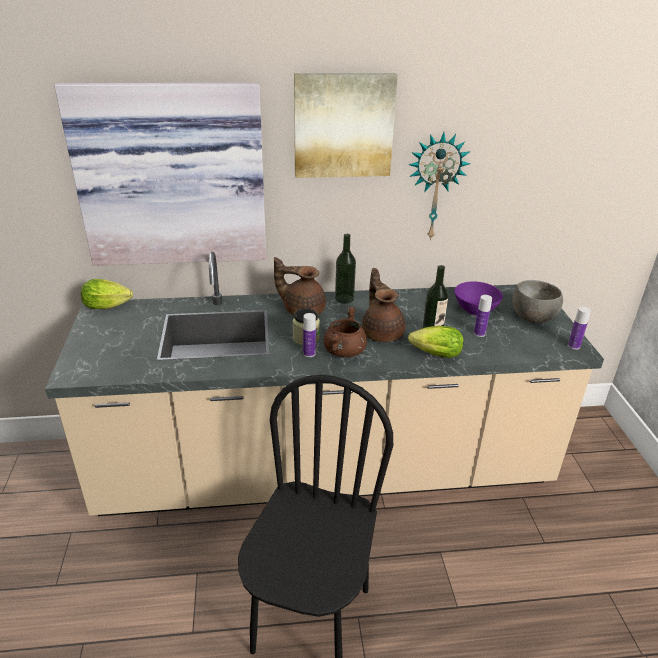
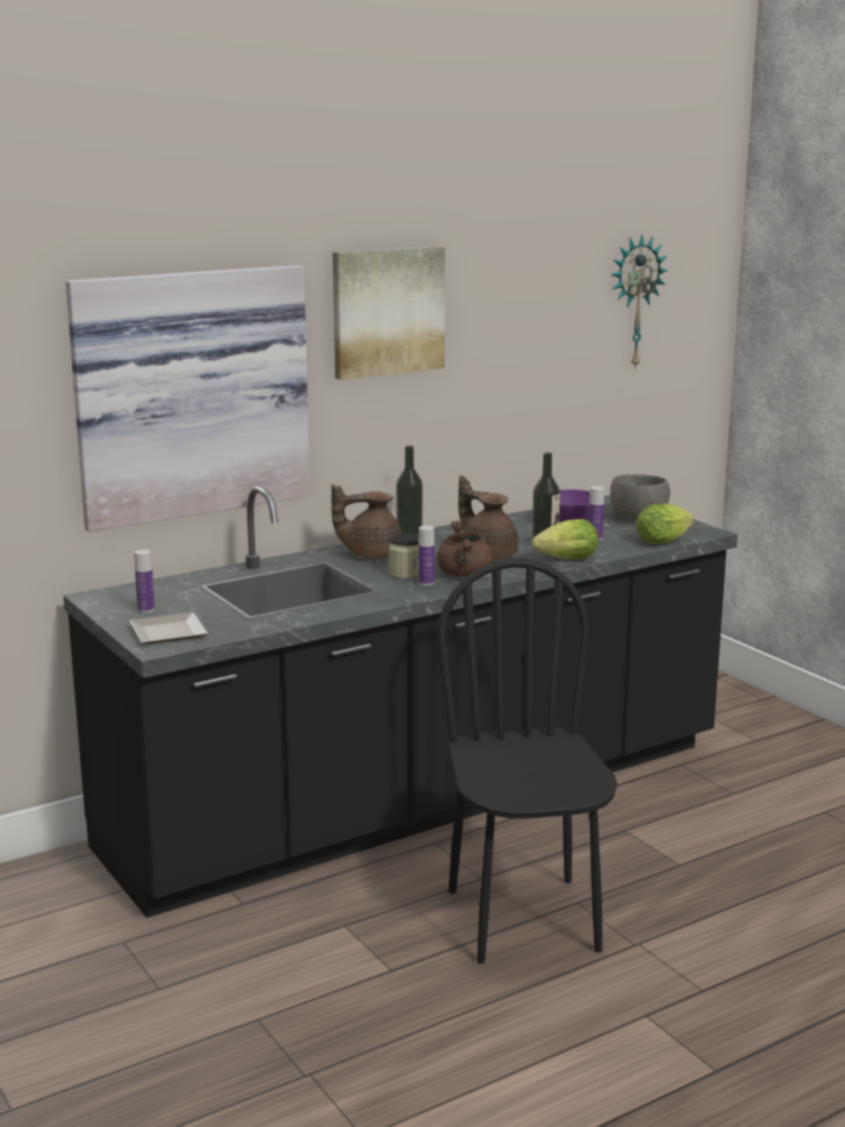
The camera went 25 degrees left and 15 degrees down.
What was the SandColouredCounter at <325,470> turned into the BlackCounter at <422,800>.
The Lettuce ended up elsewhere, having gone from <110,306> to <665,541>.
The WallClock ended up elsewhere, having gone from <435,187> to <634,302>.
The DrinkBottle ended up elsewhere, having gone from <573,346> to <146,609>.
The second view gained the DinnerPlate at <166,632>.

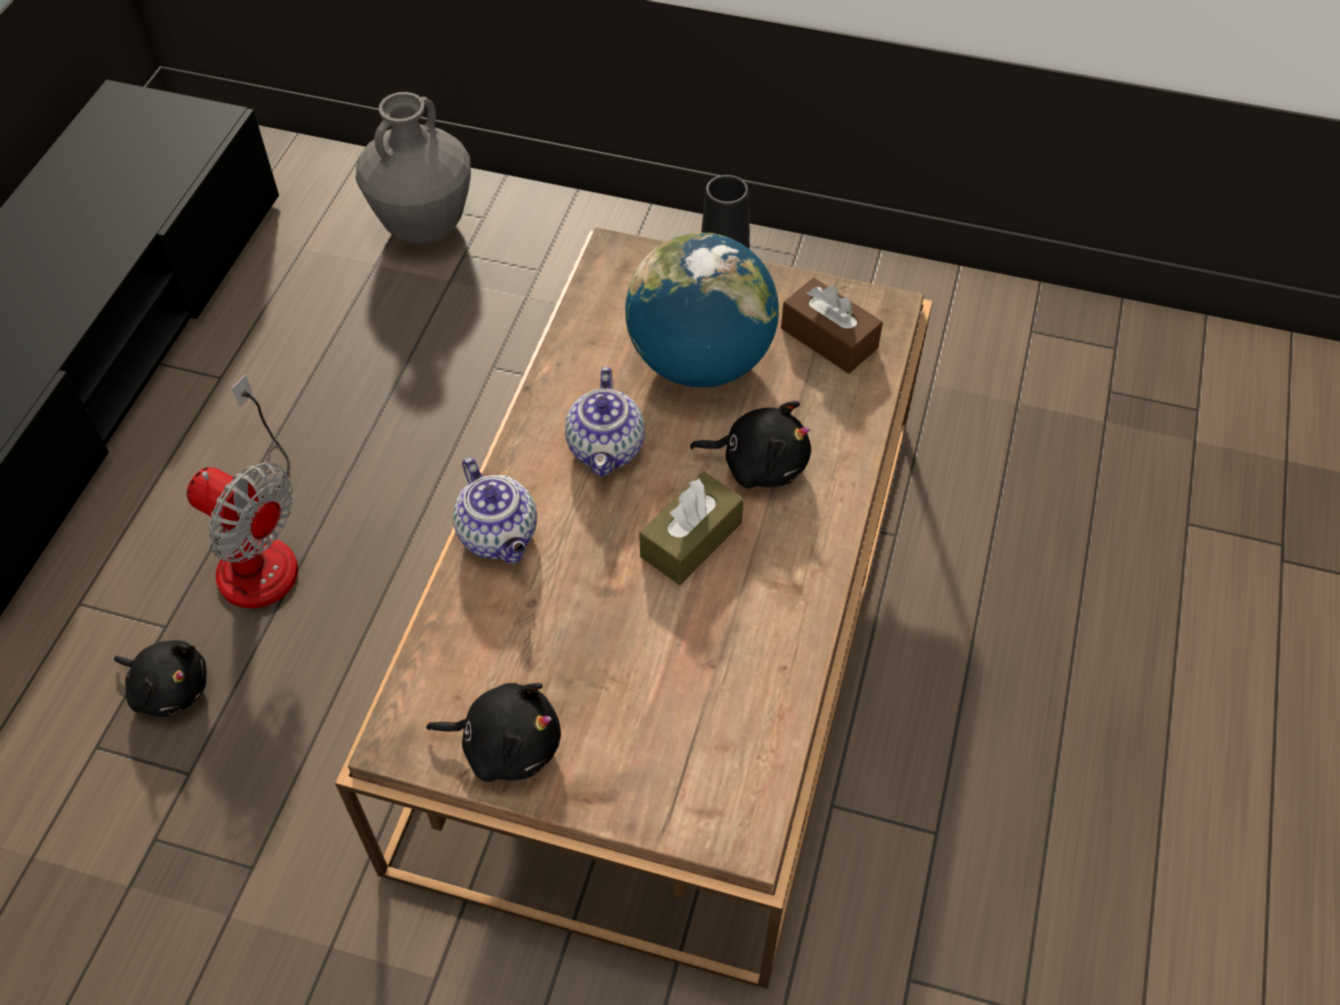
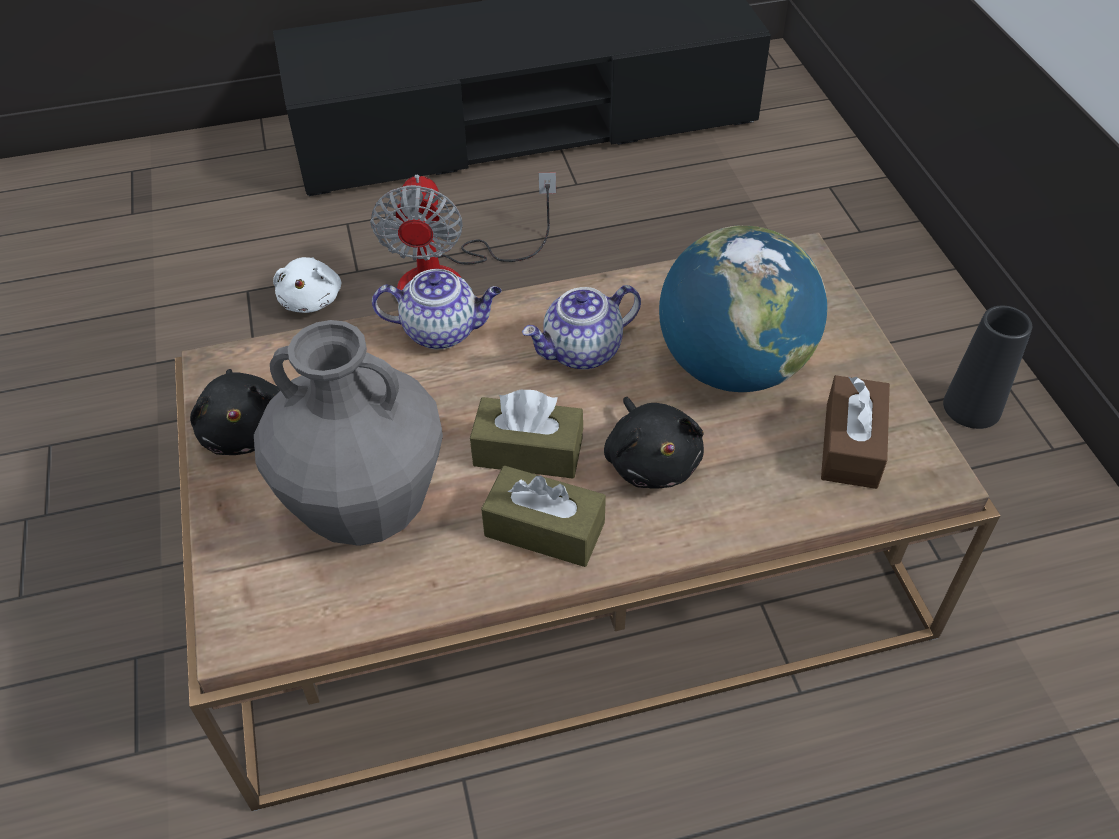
The camera went 60 degrees right and 5 degrees down.
What was the BlackSoftToy at <169,688> turned into the WhitishSoftToy at <312,299>.
The GreyFlowerVase ended up elsewhere, having gone from <424,228> to <365,510>.
The PotForTea at <500,536> ended up facing another way, 120 degrees counterclockwise from before.
The second view gained the BrownishBoxOfTissues at <544,529>.

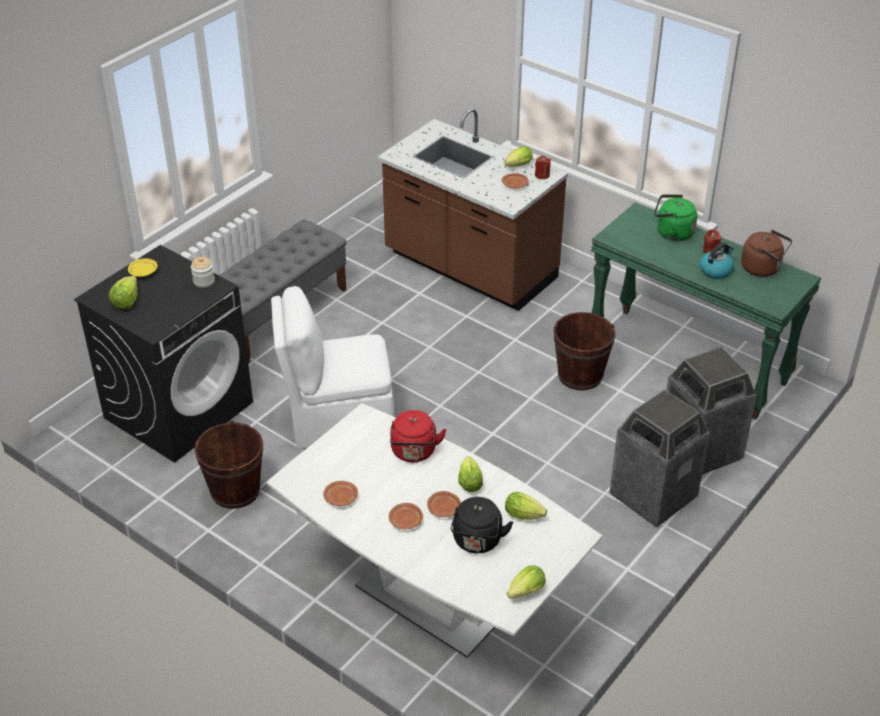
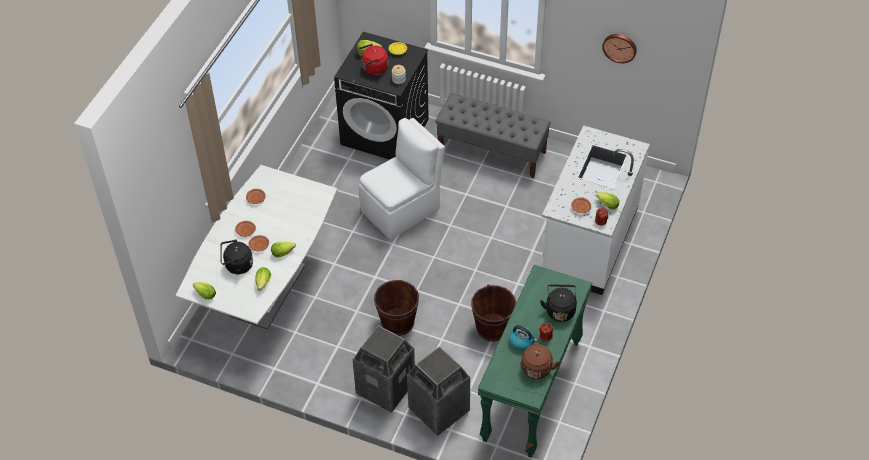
The camera went 75 degrees right and 10 degrees up.
The BrownishWaterBucket ended up elsewhere, having gone from <235,491> to <397,322>.
The WhitishPlainChair at <338,420> ended up facing another way, 75 degrees clockwise from before.
What was the BrownishCounter at <469,268> turned into the WhitishCounter at <589,240>.
The RedColouredWaterKettle ended up elsewhere, having gone from <414,452> to <373,69>.
What was the GreenColouredWaterKettle at <672,233> turned into the BlackWaterKettle at <560,310>.
The second view gained the WallClock at <620,47>.

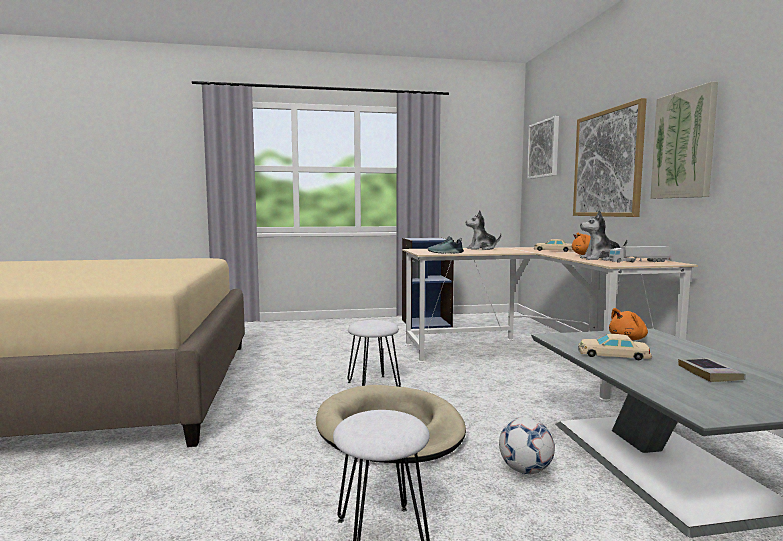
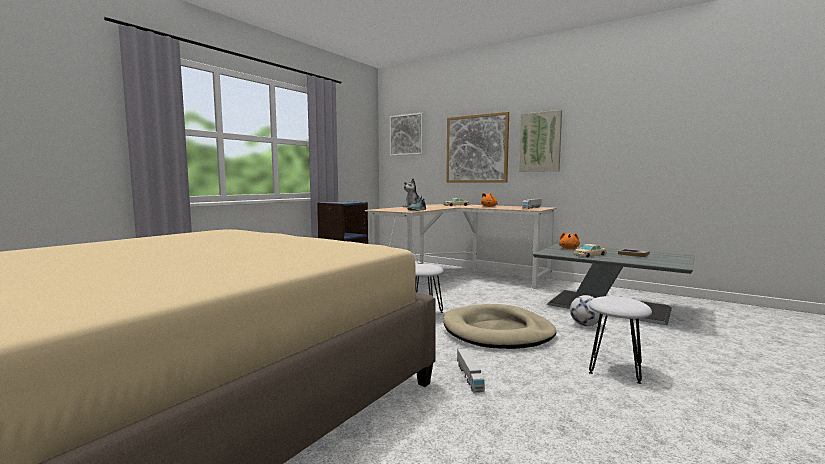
The camera went 45 degrees left and 0 degrees up.
The second view lost the SoftToy at <601,259>.
The second view gained the ToyLorry at <469,377>.

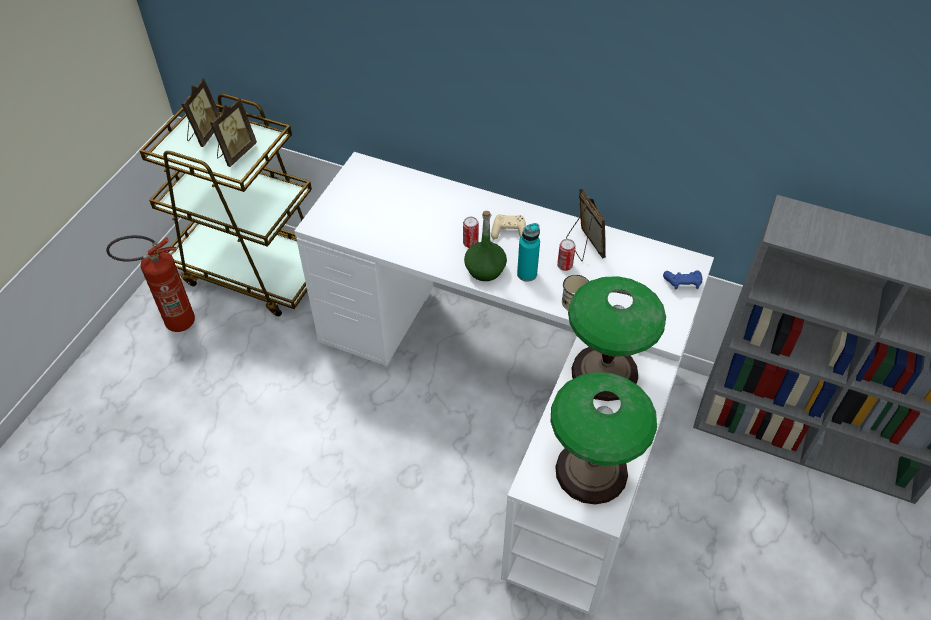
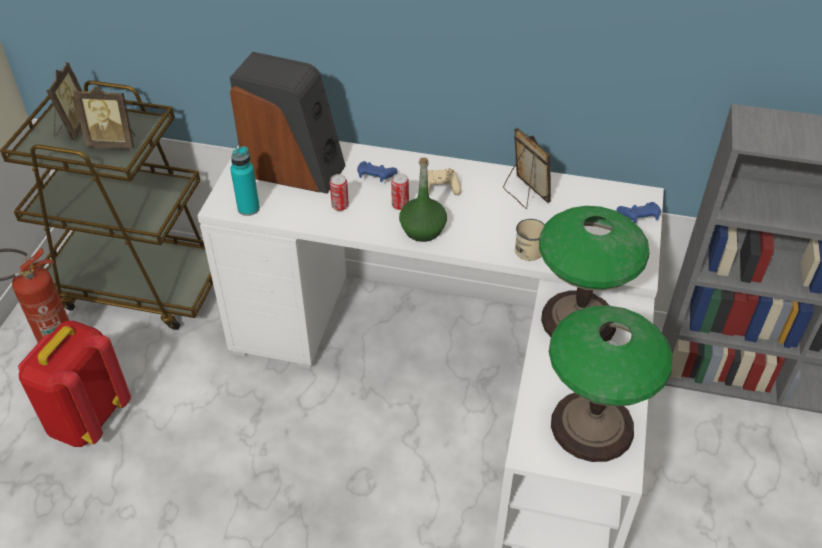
The camera went 10 degrees left and 5 degrees down.
The PhotoFrame at <236,153> ended up facing another way, 75 degrees clockwise from before.
The TurquoiseColouredDrinkBottle ended up elsewhere, having gone from <527,274> to <248,208>.
The Can ended up elsewhere, having gone from <564,266> to <340,206>.
The second view gained the RedColouredRucksack at <87,418>.
The second view gained the AudioSpeaker at <294,169>.
The second view gained the BlueColouredJoypad at <375,177>.

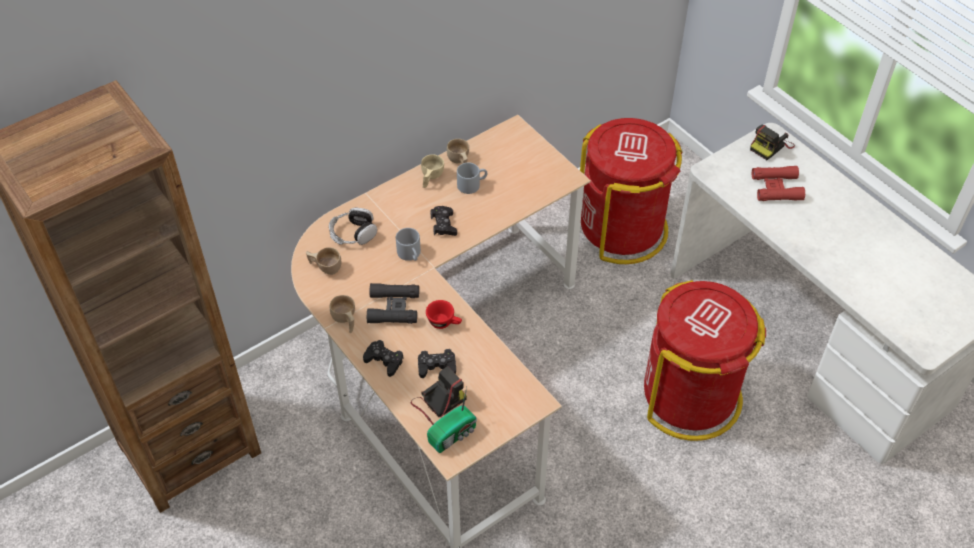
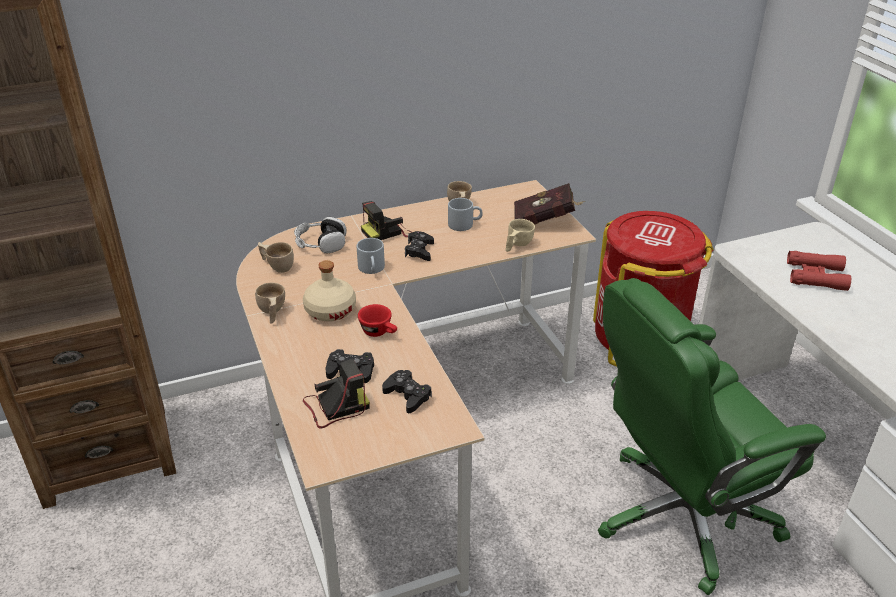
The camera went 15 degrees right and 15 degrees down.
The BlackJoypad ended up elsewhere, having gone from <384,360> to <407,395>.
Where the BlackFieldGlasses stood at <393,308>, the SandColouredDrinkBottle came to stand at <330,310>.
The SandColouredCup ended up elsewhere, having gone from <430,178> to <517,245>.
The second view lost the RadioReceiver at <454,434>.
Where the RedColouredRubbishBin stood at <690,396>, the GreenColouredOfficeChair came to stand at <681,516>.
The PhotoCamera ended up elsewhere, having gone from <770,146> to <387,232>.
The second view gained the RedColouredBoundBook at <546,222>.

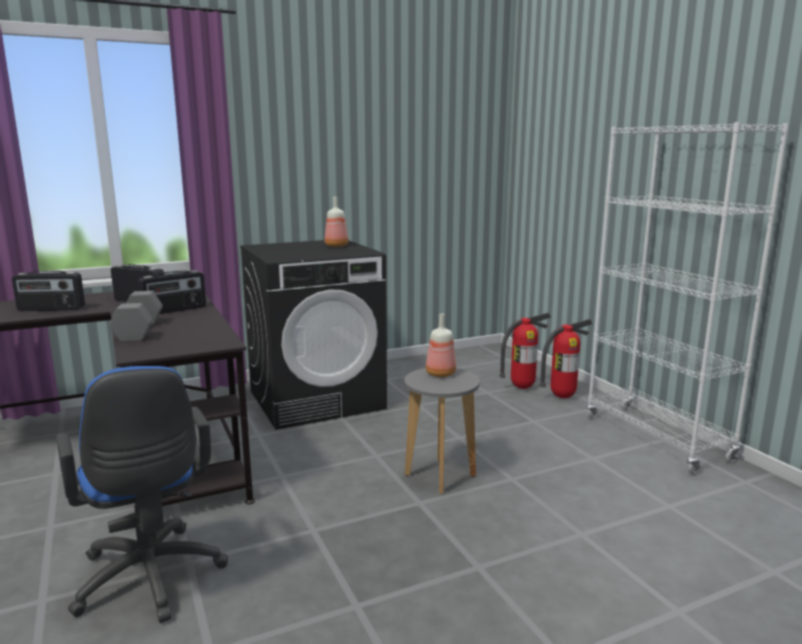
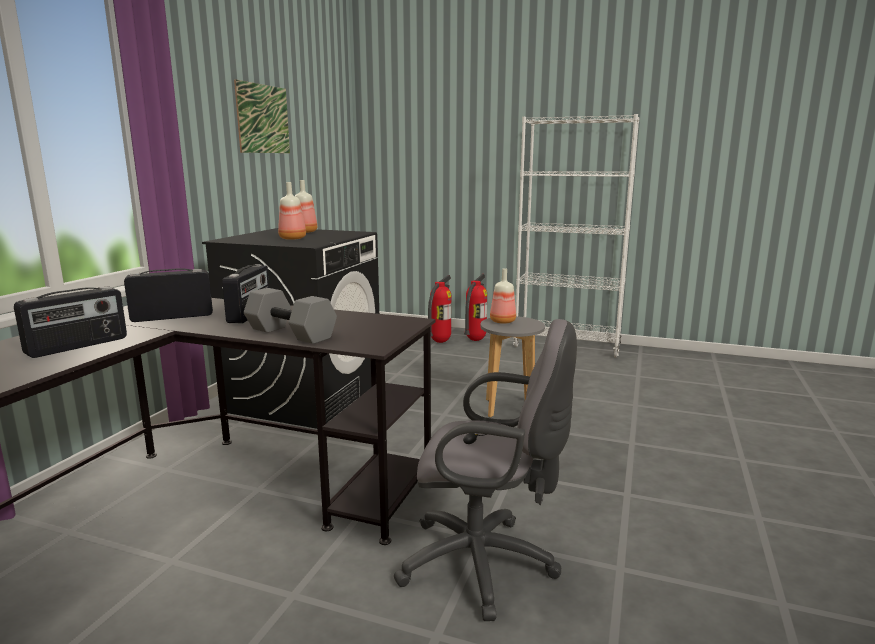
The camera went 45 degrees left and 0 degrees up.
What was the BlueColouredOfficeChair at <150,581> turned into the GreyOfficeChair at <485,565>.
The second view gained the WallArt at <263,119>.
The second view gained the DrinkBottle at <293,238>.

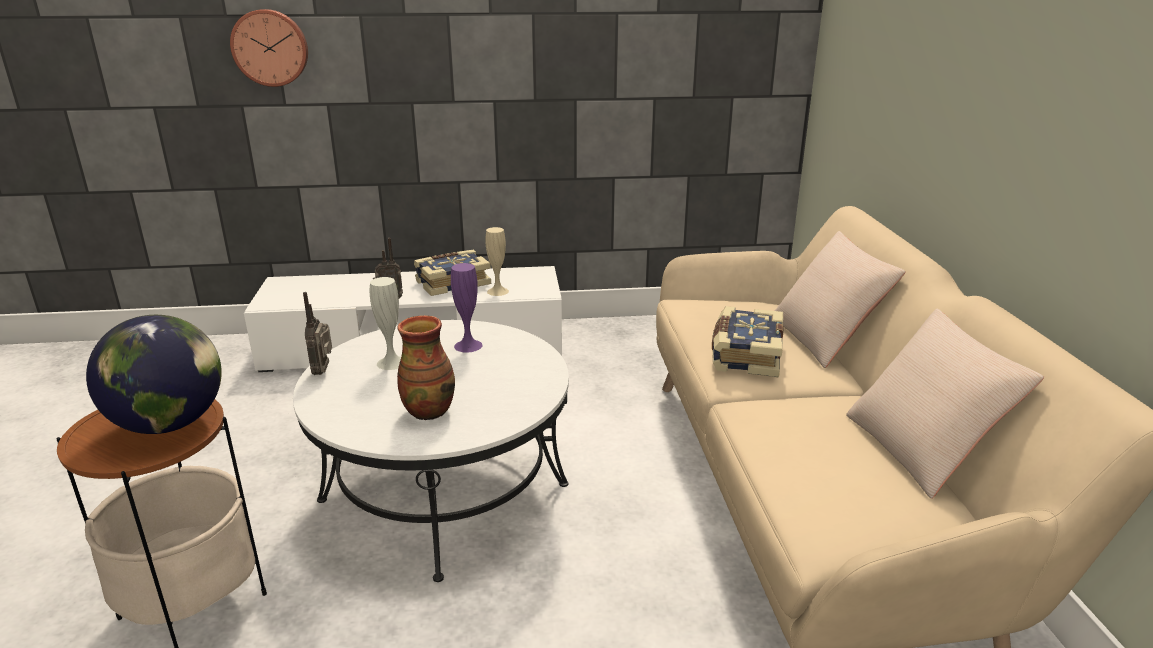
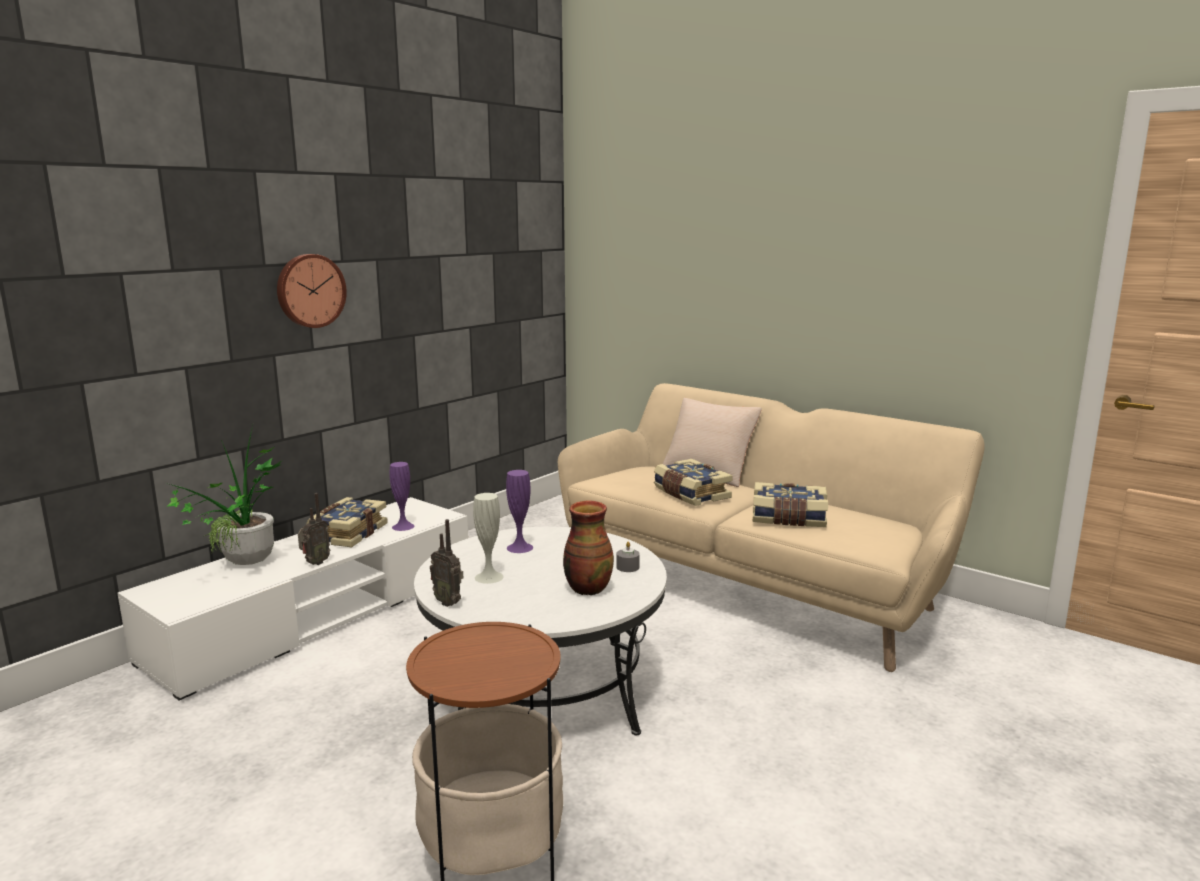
The camera went 45 degrees left and 10 degrees down.
The second view lost the Globe at <170,424>.
The WallClock ended up elsewhere, having gone from <270,48> to <310,290>.
What was the SandColouredFlowerVase at <497,291> turned into the PurpleFlowerVase at <403,526>.
The second view lost the SandColouredCushion at <922,449>.
The second view gained the Houseplant at <245,566>.
The second view gained the GreyWaxLight at <627,567>.
The second view gained the BoundBook at <788,518>.

